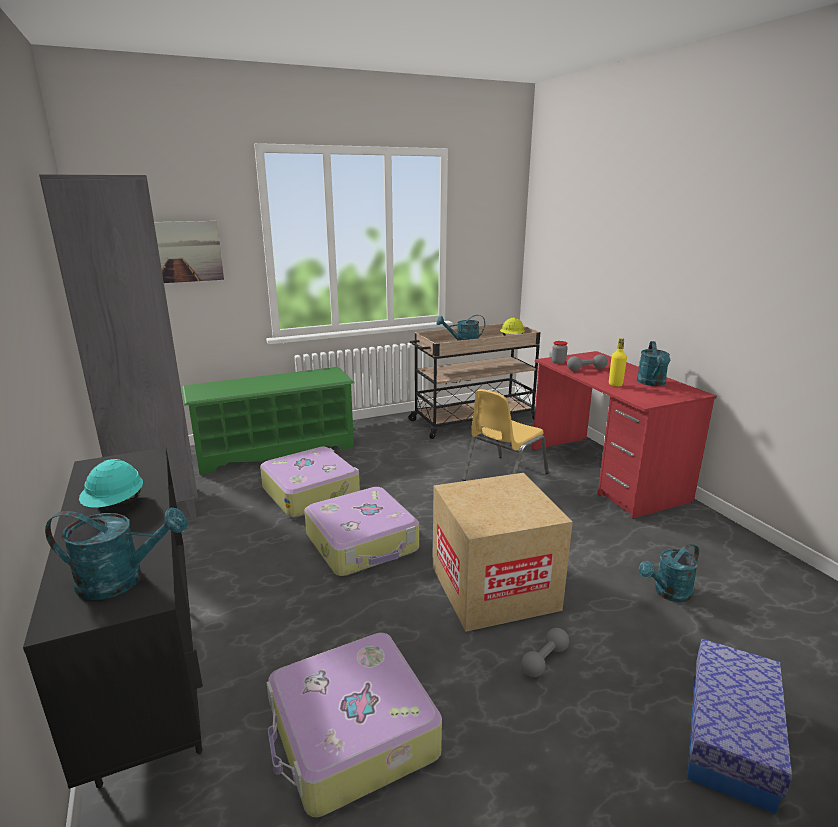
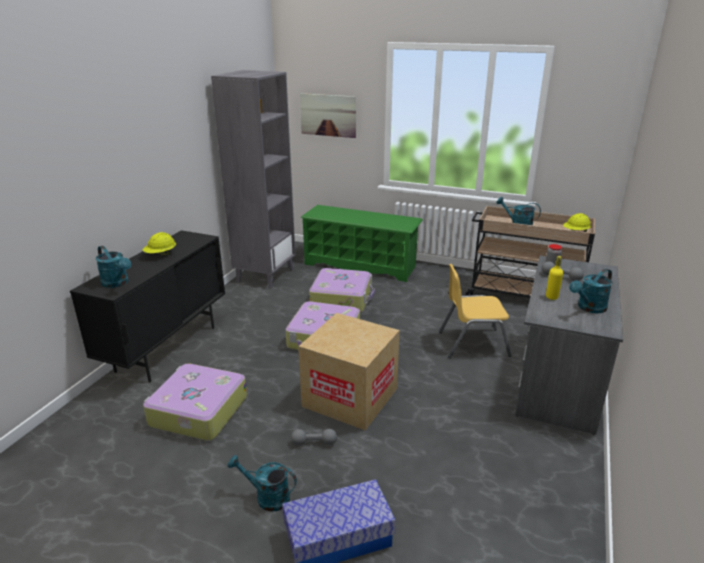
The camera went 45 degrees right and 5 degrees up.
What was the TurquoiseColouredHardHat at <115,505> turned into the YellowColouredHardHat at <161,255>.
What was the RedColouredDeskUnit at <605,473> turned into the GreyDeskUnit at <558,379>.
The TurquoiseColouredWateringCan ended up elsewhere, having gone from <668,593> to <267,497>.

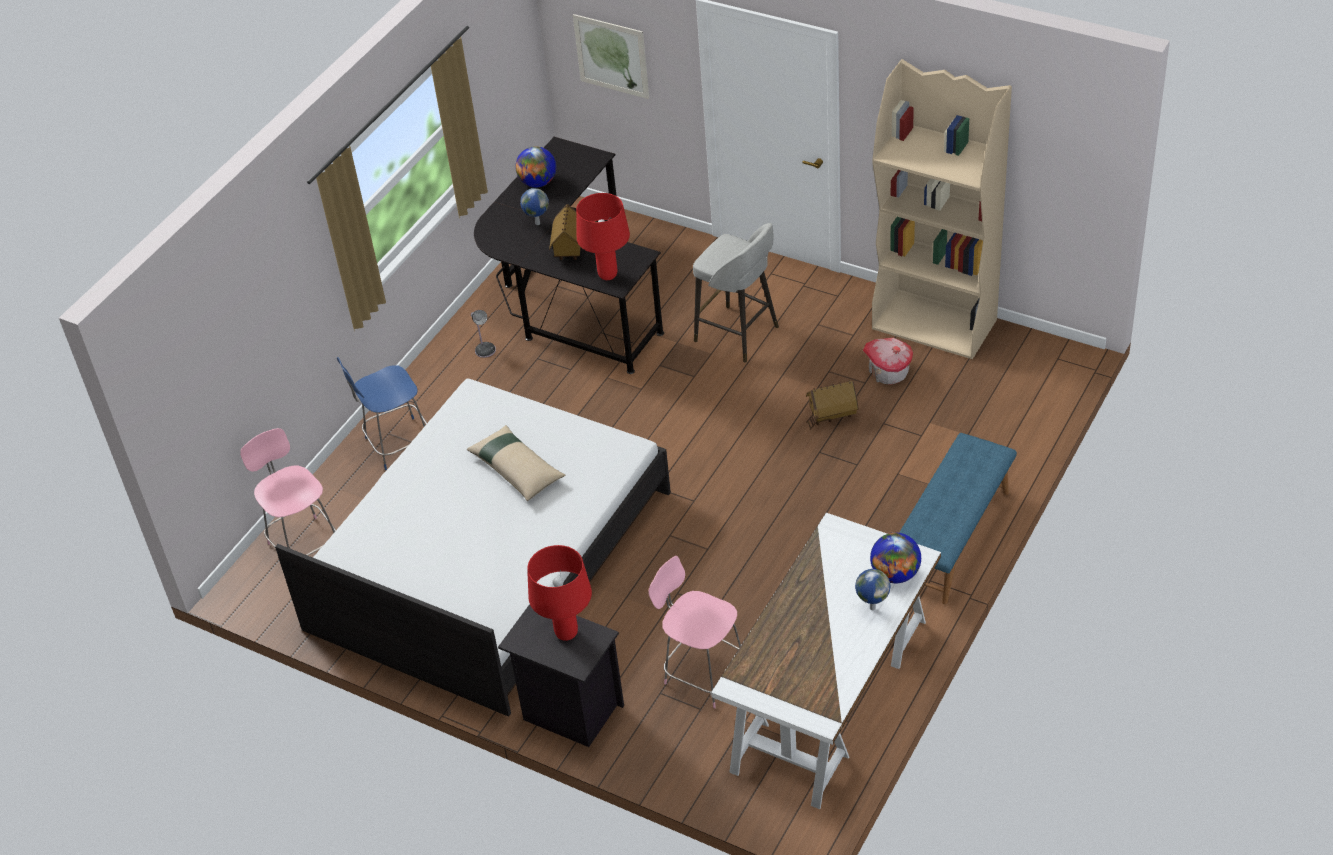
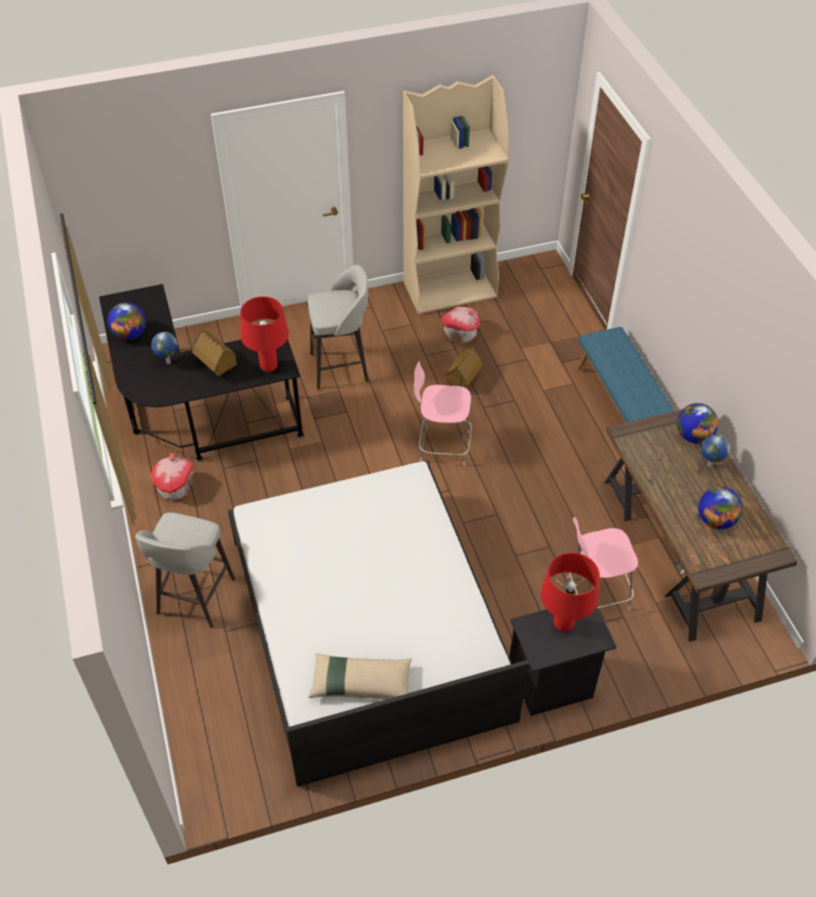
The camera went 50 degrees left and 5 degrees up.
The PinkColouredPlainChair ended up elsewhere, having gone from <304,544> to <442,446>.
Where the BlueColouredPlainChair stood at <396,444>, the GreySittingStool came to stand at <194,598>.
The SandColouredCushion ended up elsewhere, having gone from <517,469> to <361,682>.
Where the TabletopLamp stood at <484,349>, the ModelHouse came to stand at <175,487>.
The second view lost the WallArt at <611,56>.
What was the WhitishDeskUnit at <831,696> turned into the BrownishDeskUnit at <680,548>.
The second view gained the Globe at <715,520>.

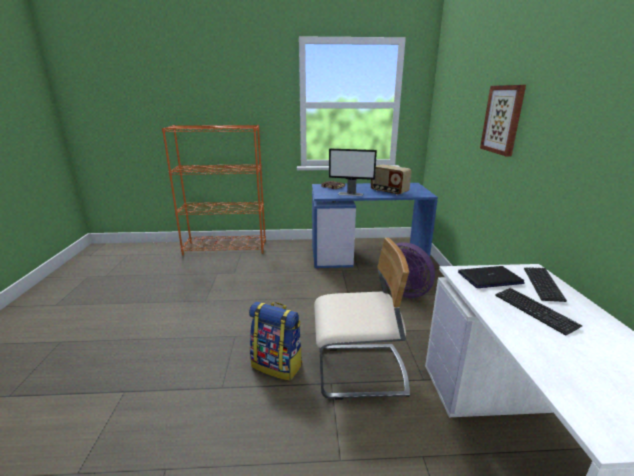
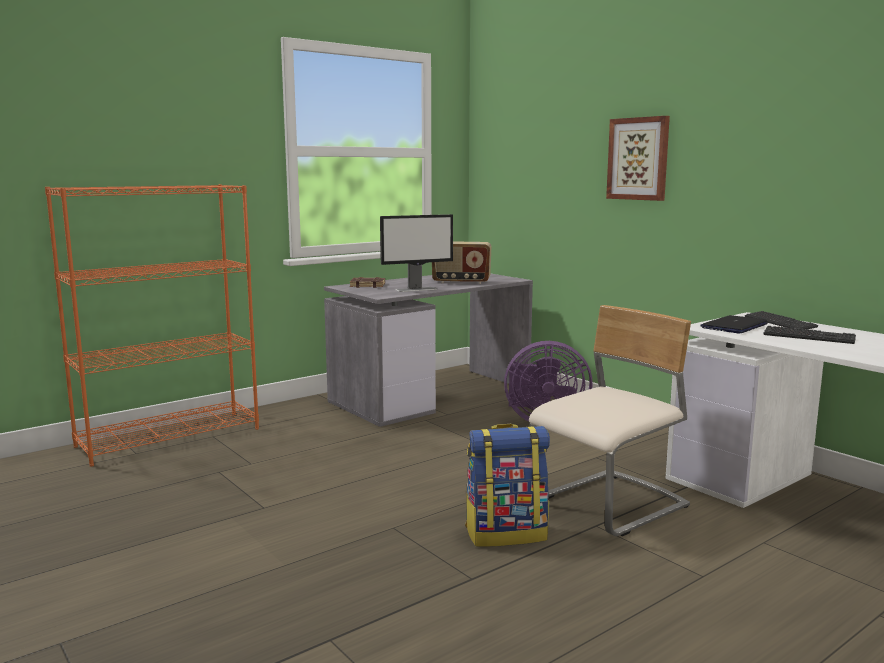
The camera went 35 degrees left and 10 degrees down.
What was the BlueColouredDeskUnit at <367,254> turned into the GreyDeskUnit at <431,395>.

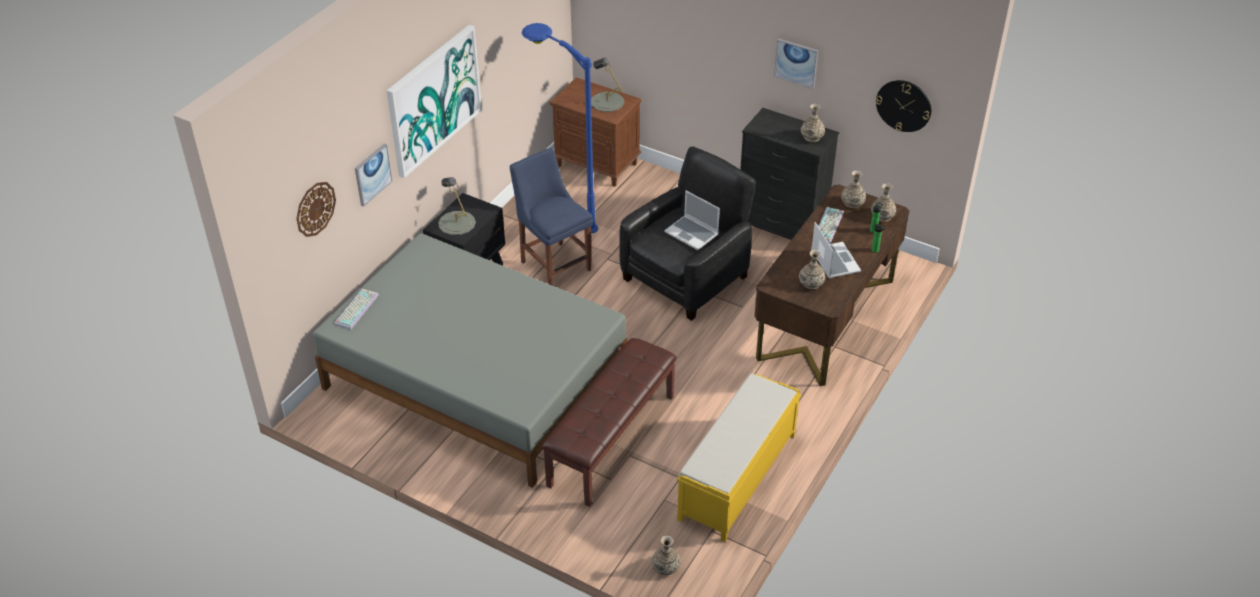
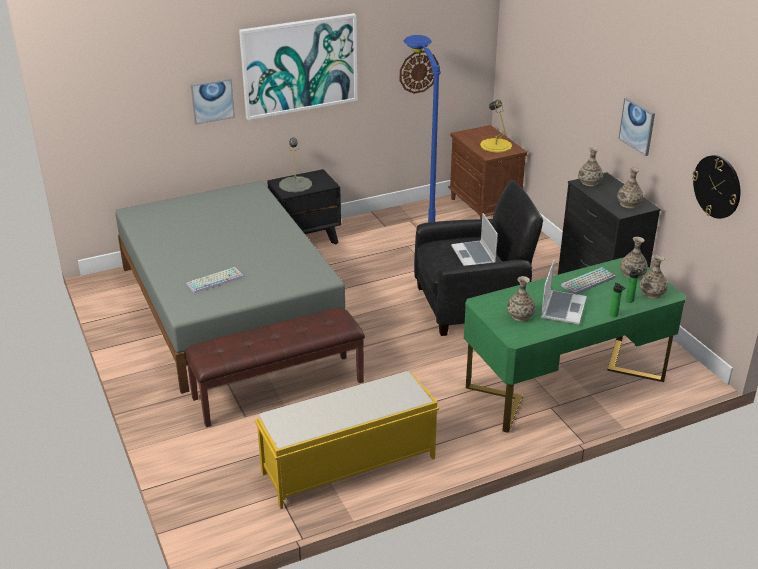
The camera went 35 degrees right and 10 degrees down.
The WallClock ended up elsewhere, having gone from <315,208> to <418,71>.
The PcKeyboard ended up elsewhere, having gone from <356,308> to <215,280>.
The second view lost the BlueColouredPlainChair at <554,264>.
What was the GreyTabletopLamp at <607,102> turned into the YellowColouredTabletopLamp at <495,145>.
The FlowerVase ended up elsewhere, having gone from <666,567> to <589,182>.
What was the BrownishDeskUnit at <825,318> turned into the GreenColouredDeskUnit at <565,383>.

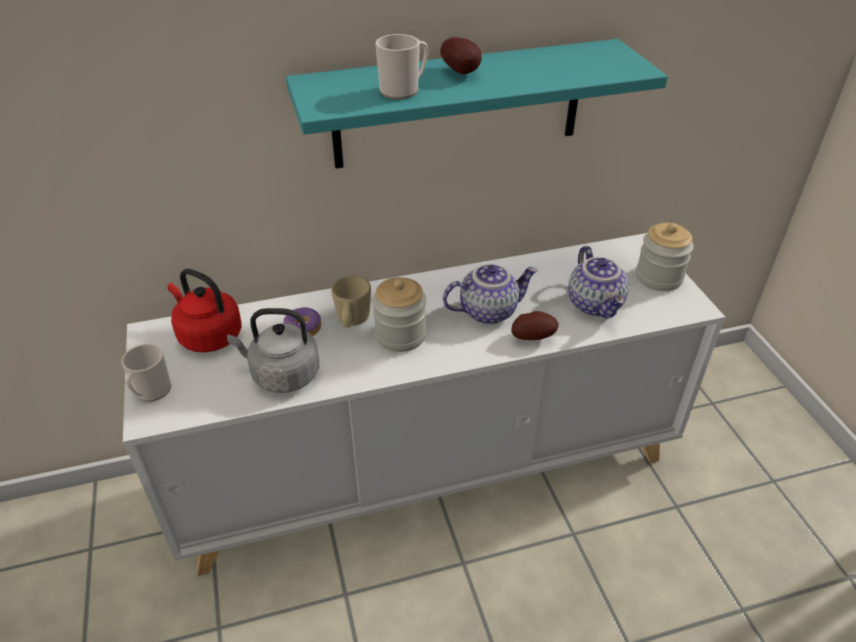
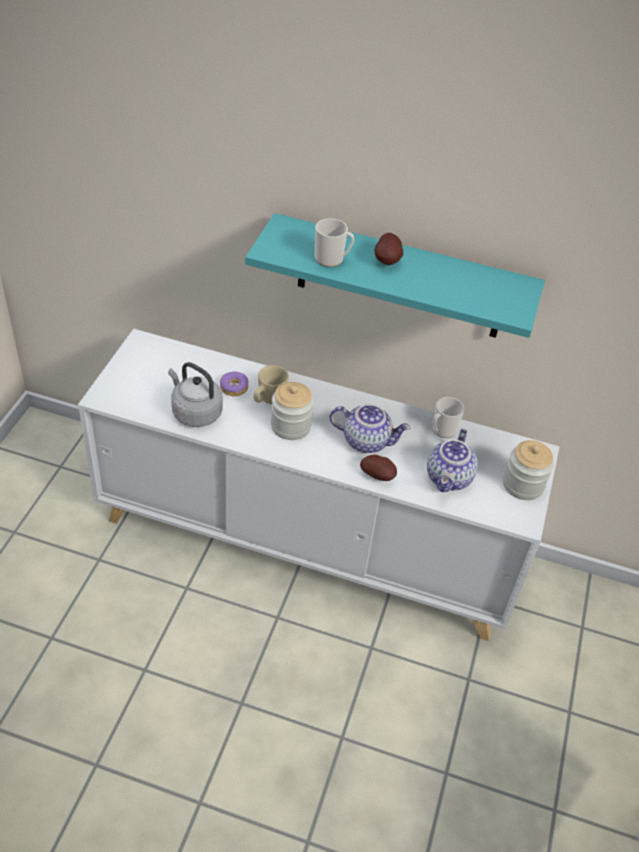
The camera went 30 degrees right and 5 degrees up.
The Mug ended up elsewhere, having gone from <151,392> to <442,430>.
The second view lost the RedColouredWaterKettle at <208,335>.

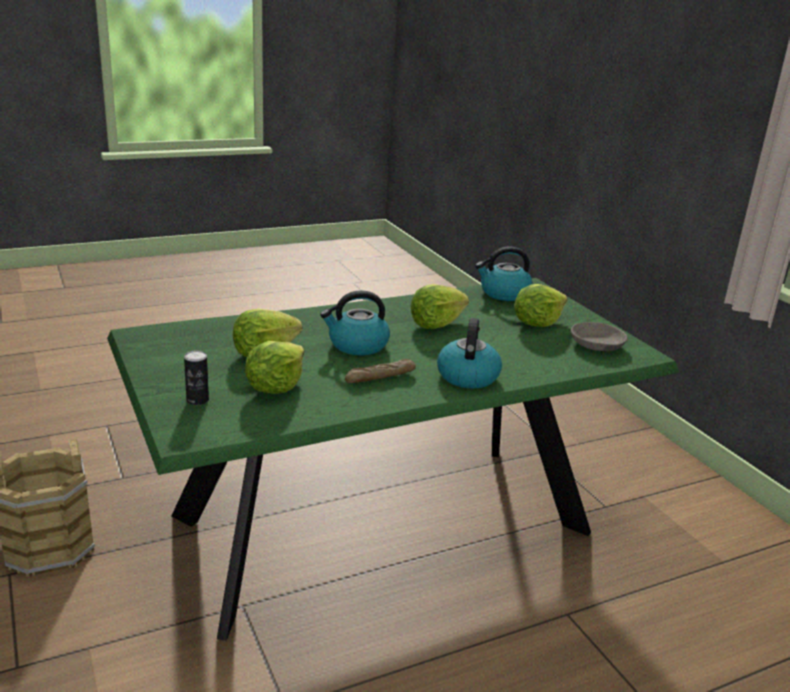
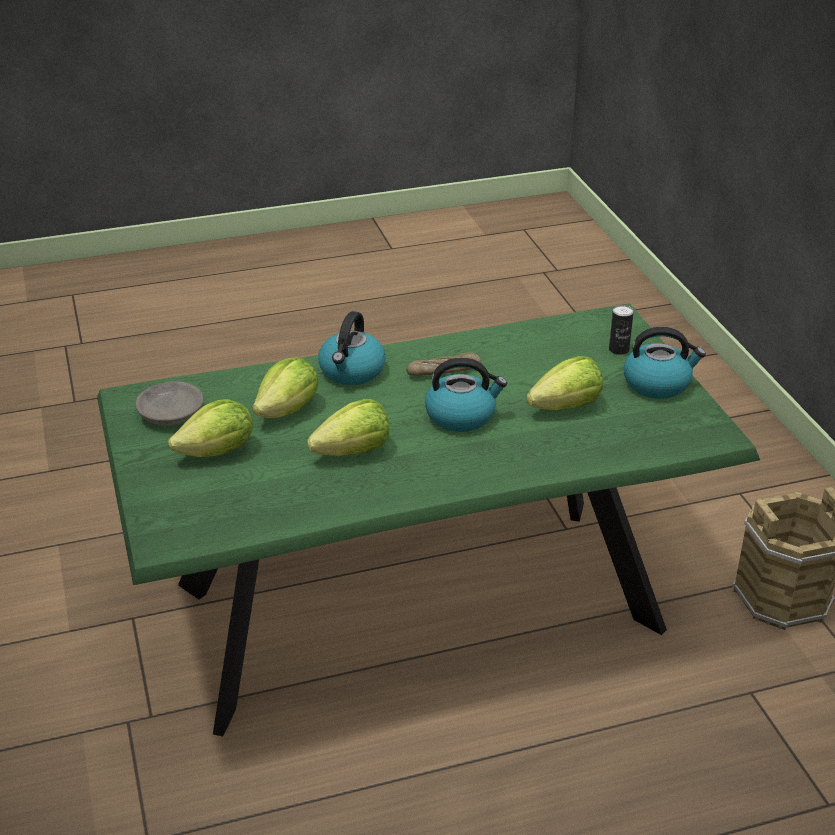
The camera went 170 degrees left and 10 degrees up.
The Lettuce ended up elsewhere, having gone from <275,387> to <288,410>.
The WaterKettle ended up elsewhere, having gone from <504,293> to <658,383>.

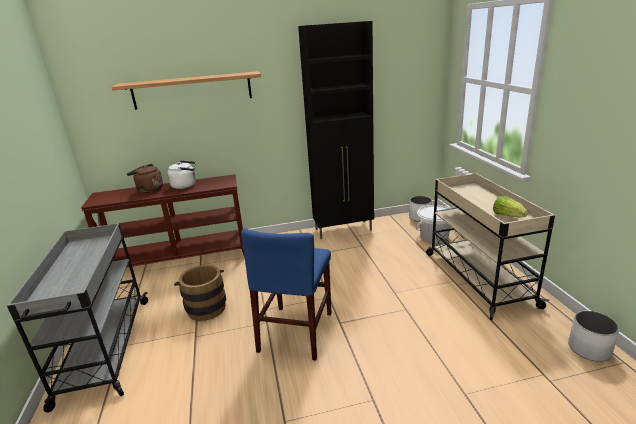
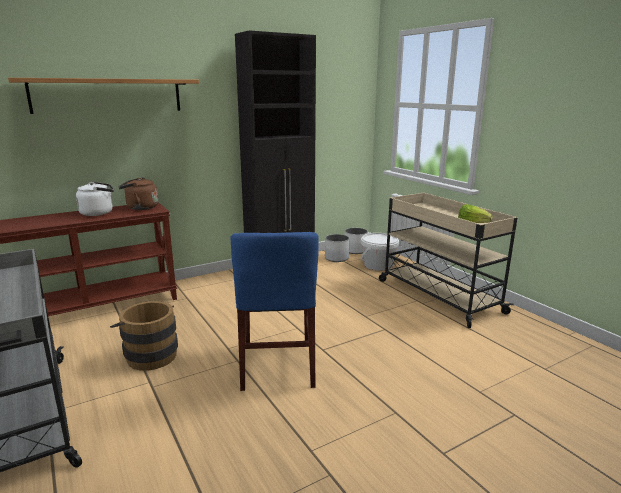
The camera went 20 degrees left and 5 degrees down.
The BrownishWaterKettle ended up elsewhere, having gone from <148,189> to <140,207>.
The WhitishFlowerPot ended up elsewhere, having gone from <588,349> to <336,258>.

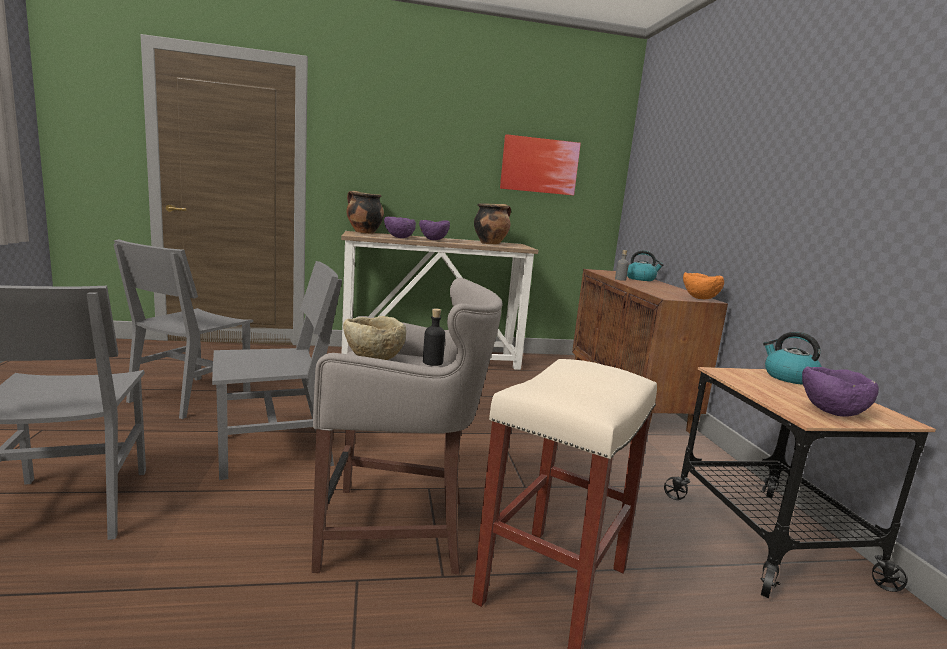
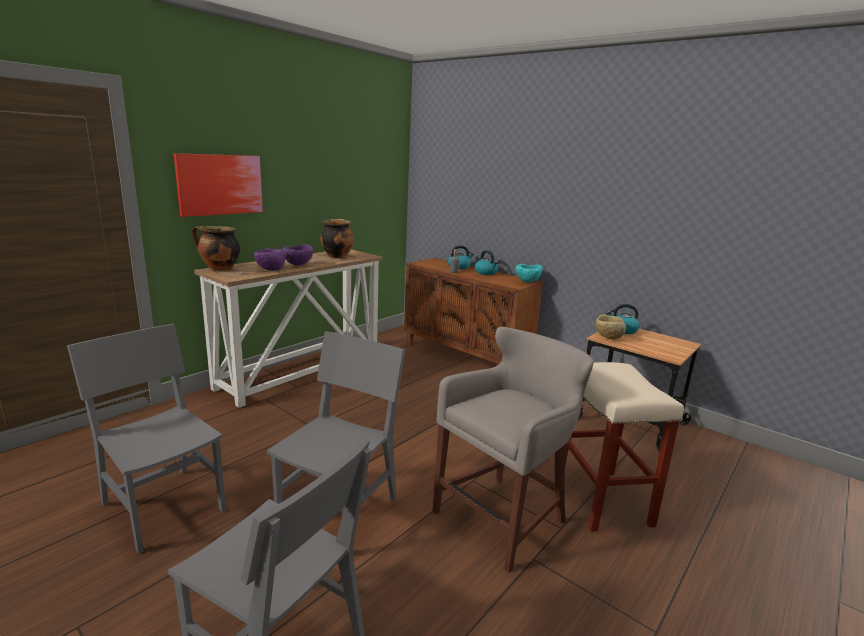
The camera went 40 degrees left and 5 degrees up.
The GreyPlainChair at <190,396> ended up facing another way, 150 degrees clockwise from before.
The SandColouredDeepDish ended up elsewhere, having gone from <373,359> to <608,338>.
The second view lost the BlackDrinkBottle at <432,362>.
The WallArt ended up elsewhere, having gone from <539,165> to <220,184>.
What was the OrangeDeepDish at <699,299> turned into the TurquoiseColouredDeepDish at <527,282>.
The second view lost the PurpleDeepDish at <830,412>.
The second view gained the WaterKettle at <486,272>.

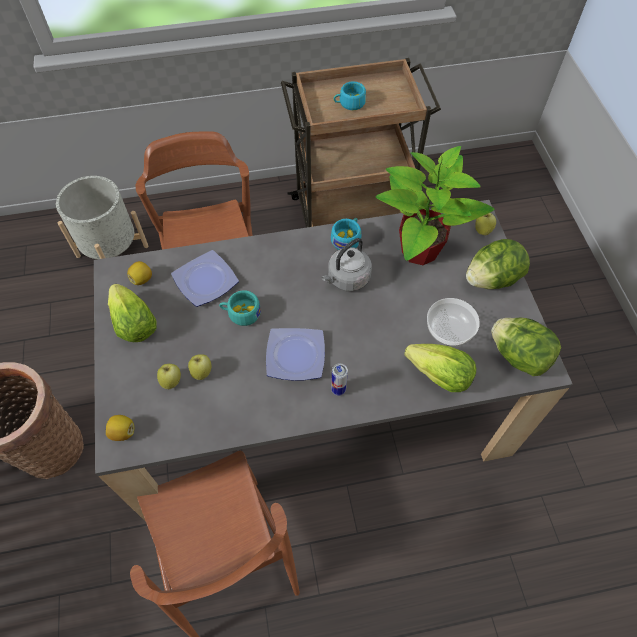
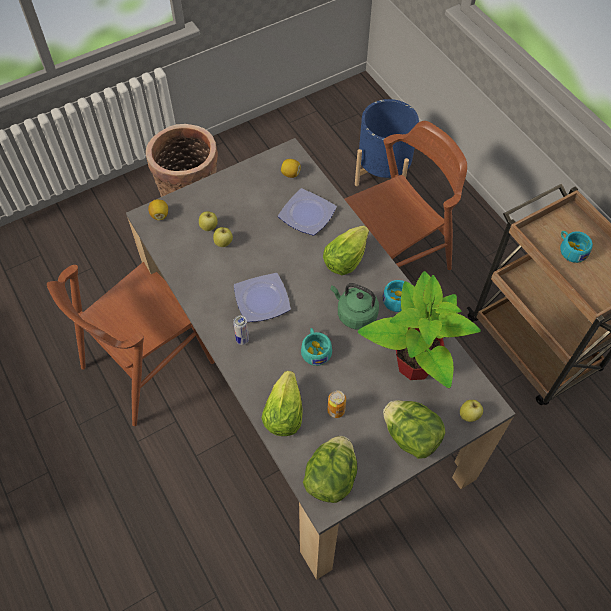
The camera went 70 degrees right and 0 degrees up.
What was the GreyFlowerPot at <112,251> turned into the BlueColouredFlowerPot at <383,172>.
The Lettuce ended up elsewhere, having gone from <134,324> to <345,260>.
The TurquoiseColouredCup ended up elsewhere, having gone from <241,313> to <315,350>.
What was the GreyWaterKettle at <347,279> turned into the GreenColouredWaterKettle at <354,314>.
Where the DeepDish stood at <448,329>, the Can came to stand at <336,410>.

